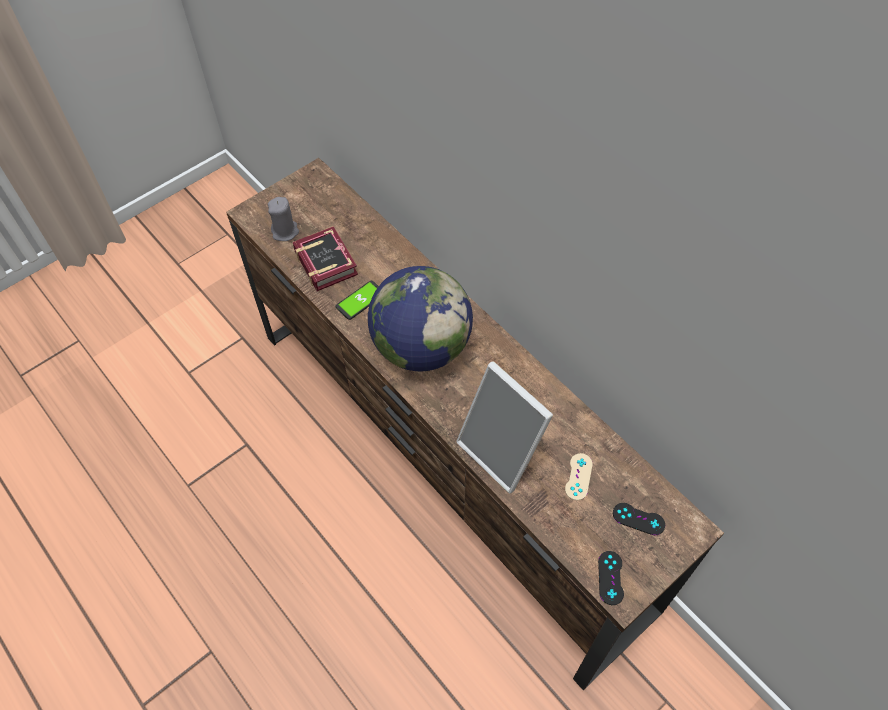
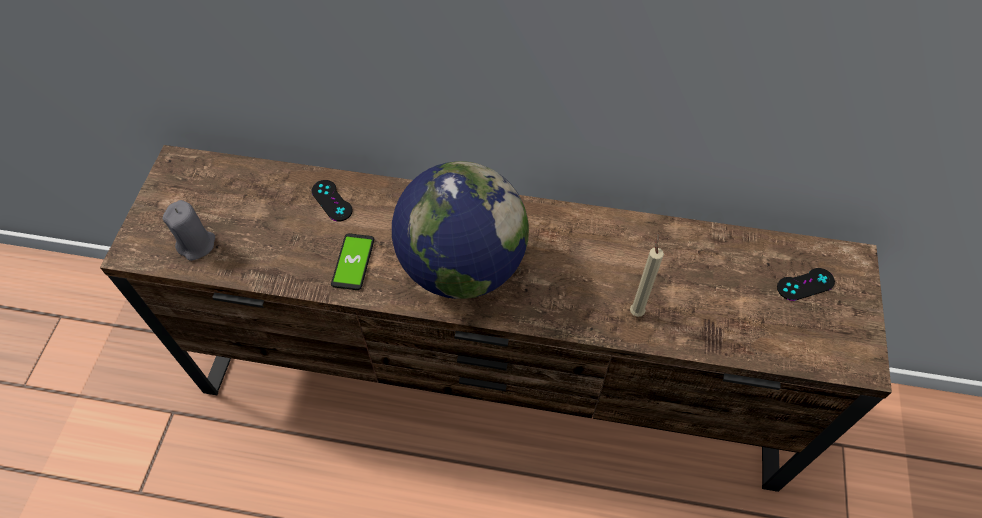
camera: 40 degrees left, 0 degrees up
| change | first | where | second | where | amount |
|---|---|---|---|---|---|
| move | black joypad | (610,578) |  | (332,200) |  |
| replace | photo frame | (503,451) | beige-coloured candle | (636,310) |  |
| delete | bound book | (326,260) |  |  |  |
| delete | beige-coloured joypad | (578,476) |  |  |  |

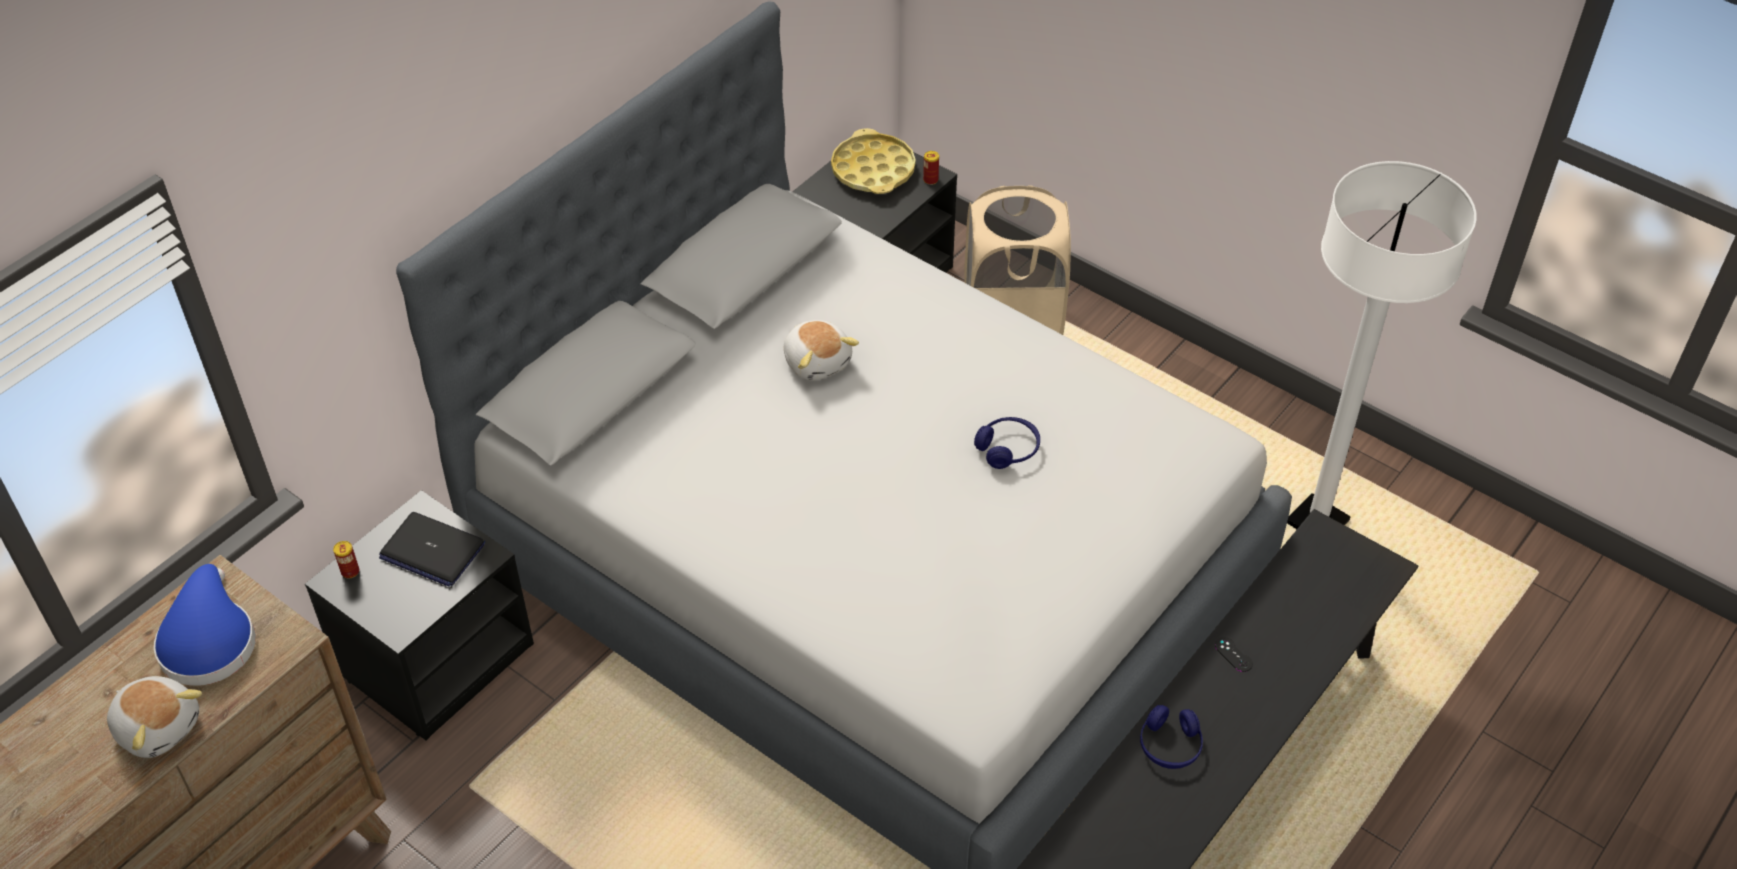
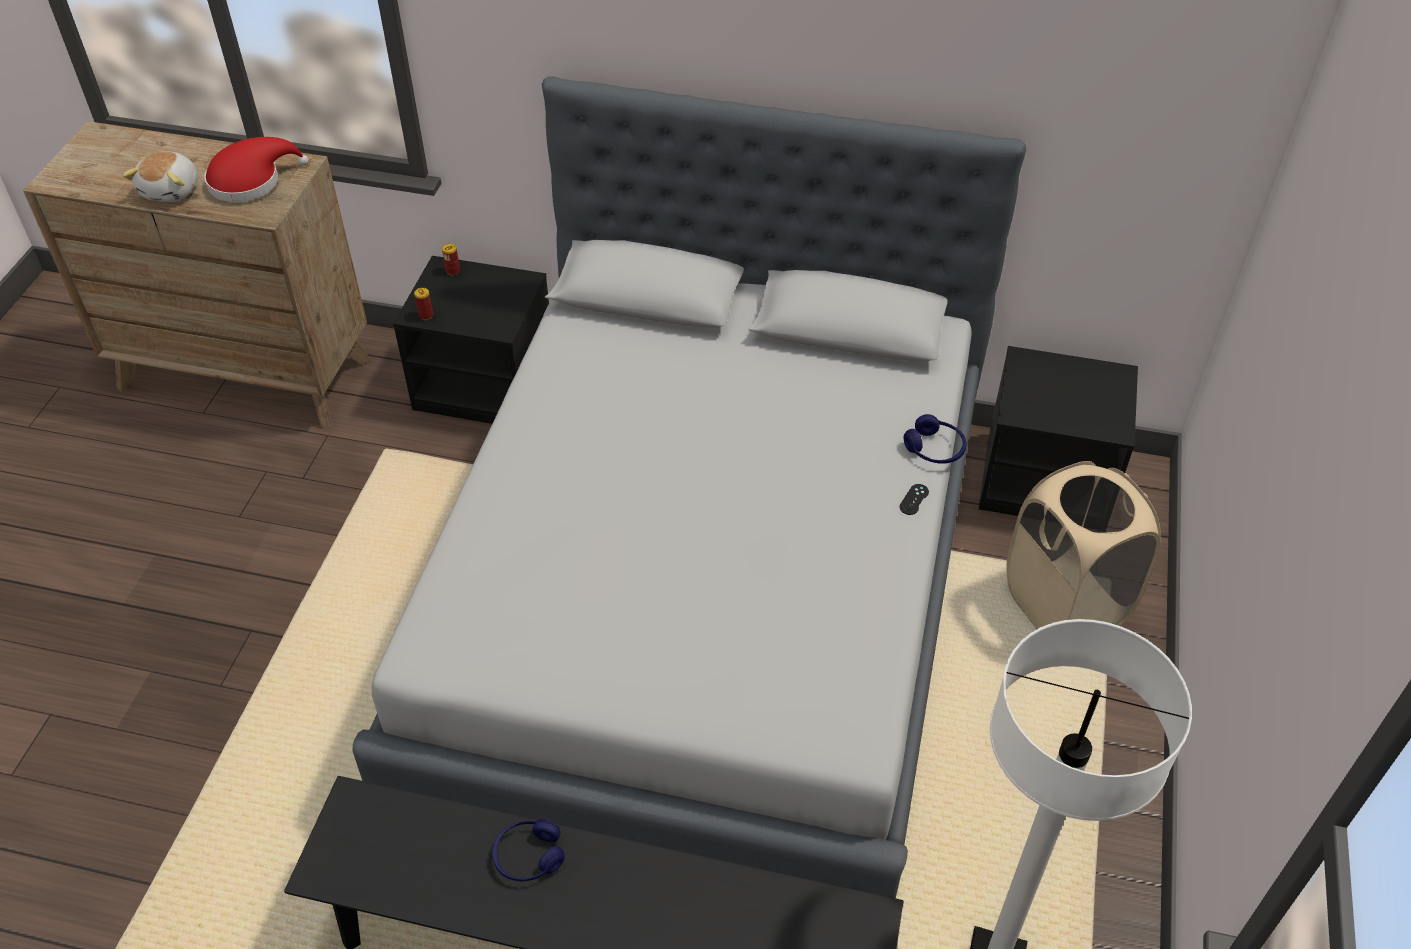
camera: 65 degrees right, 0 degrees up
| change | first | where | second | where | amount |
|---|---|---|---|---|---|
| recolor | bluish hat | (208,640) | red-coloured hat | (250,181) |  |
| move | metal can | (930,180) |  | (426,315) |  |
| move | black joypad | (1233,654) |  | (914,499) |  |
| move | bluish headphones | (1008,449) |  | (934,449) |  |
| delete | portable computer | (432,550) |  |  |  |
| delete | plush toy | (817,361) |  |  |  |
| delete | yellow-coloured carrying tray | (873,170) |  |  |  |

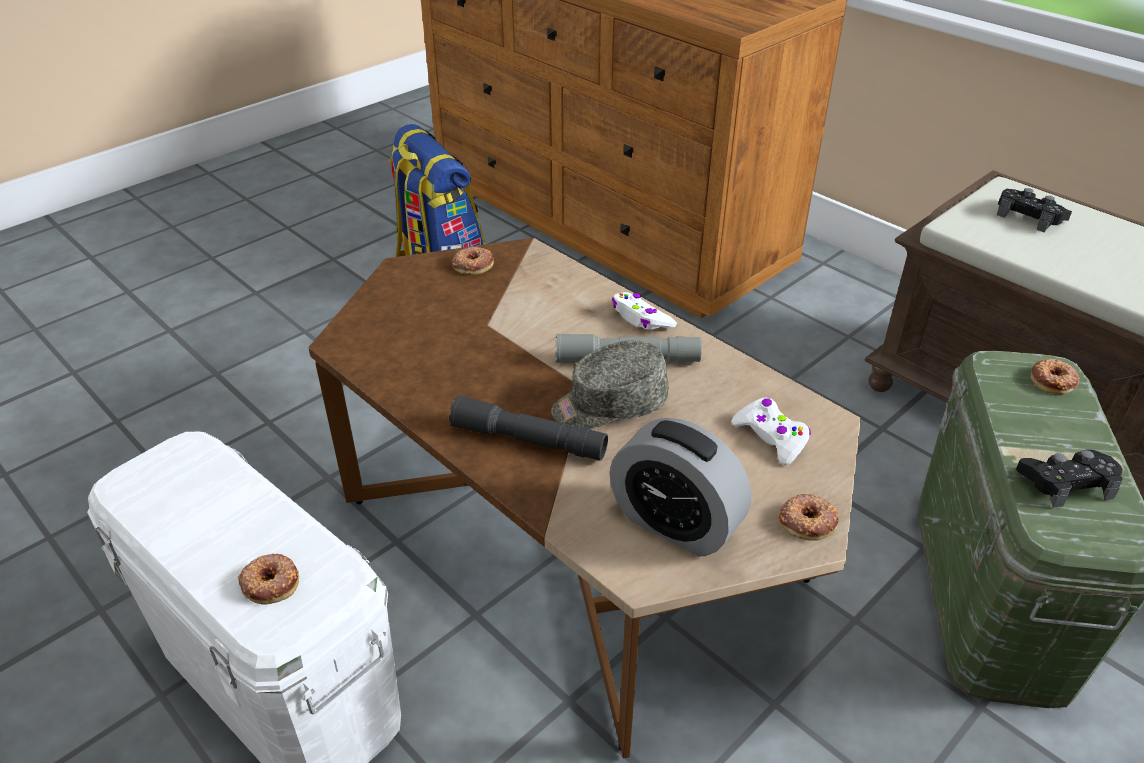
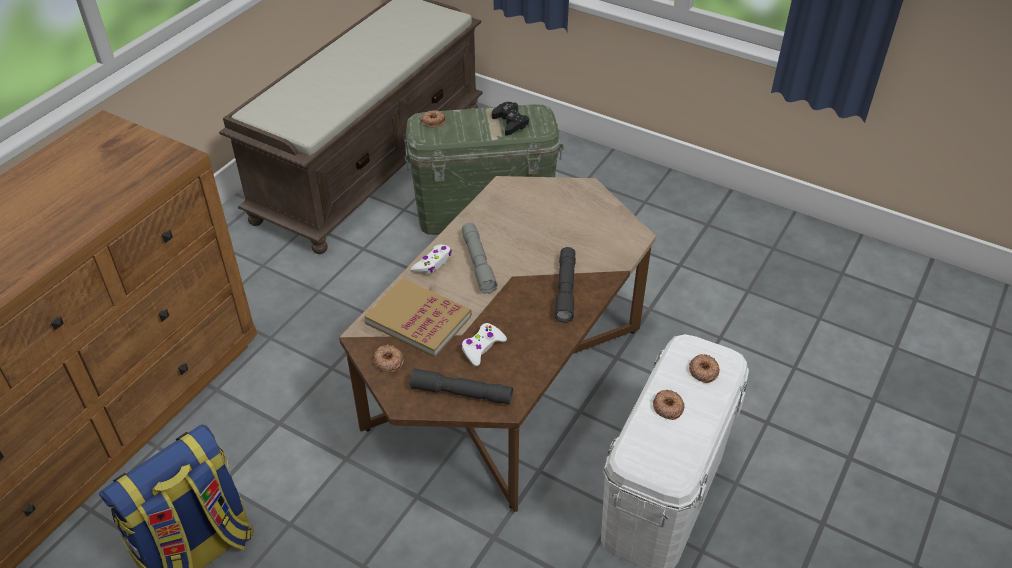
camera: 105 degrees left, 5 degrees up
| change | first | where | second | where | amount |
|---|---|---|---|---|---|
| insert |  |  | bound book | (418,320) |  |
| insert |  |  | greyish hand torch | (461,393) |  |
| move | white joypad | (771,437) |  | (482,348) |  |
| move | donut | (807,521) |  | (667,407) |  |
| delete | greyish peaked cap | (609,405) |  |  |  |
| delete | table clock | (675,523) |  |  |  |
| delete | black joypad | (1029,217) |  |  |  |

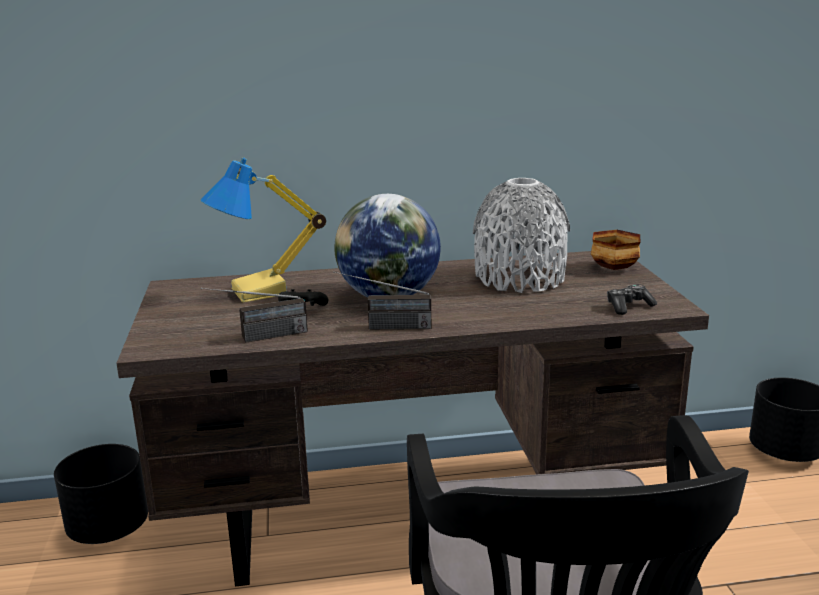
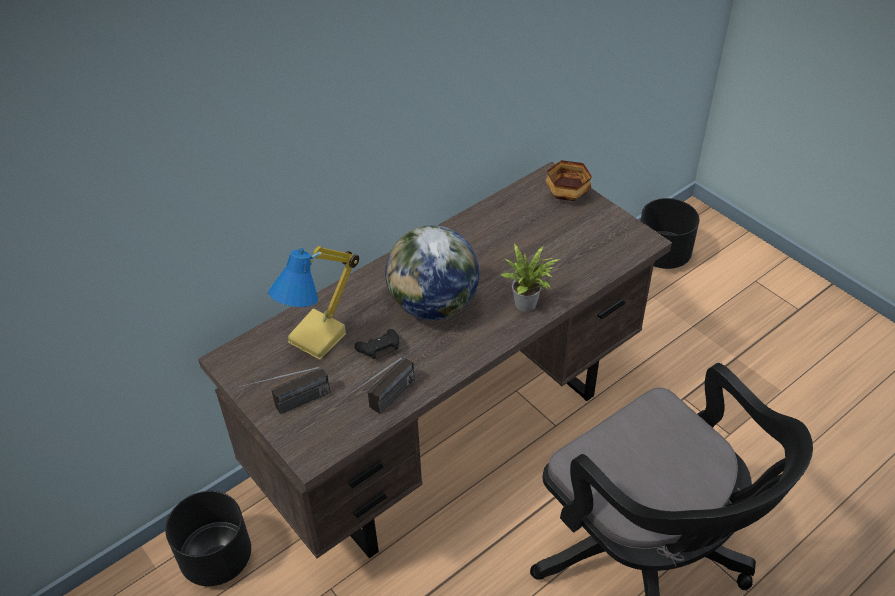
camera: 30 degrees left, 25 degrees up
| change | first | where | second | where | amount |
|---|---|---|---|---|---|
| move | radio receiver | (383,327) |  | (289,406) |  |
| insert |  |  | houseplant | (528,304) |  |
| delete | greyish vase | (519,278) |  |  |  |
| delete | joypad | (628,306) |  |  |  |

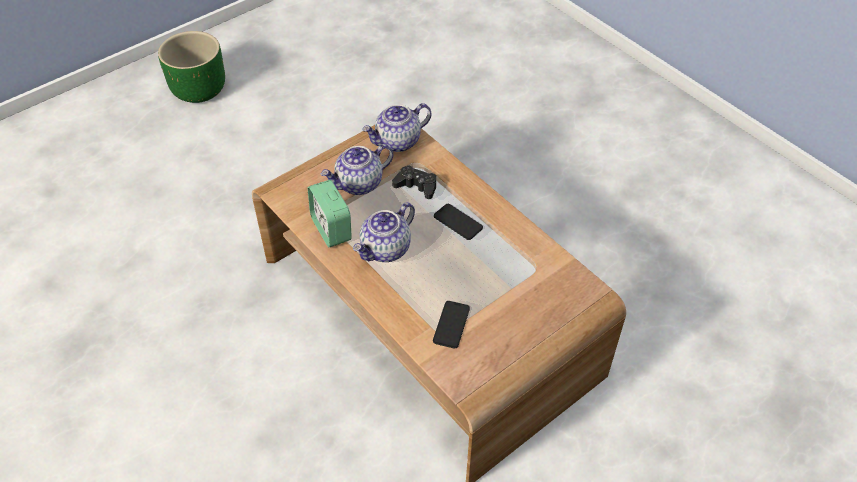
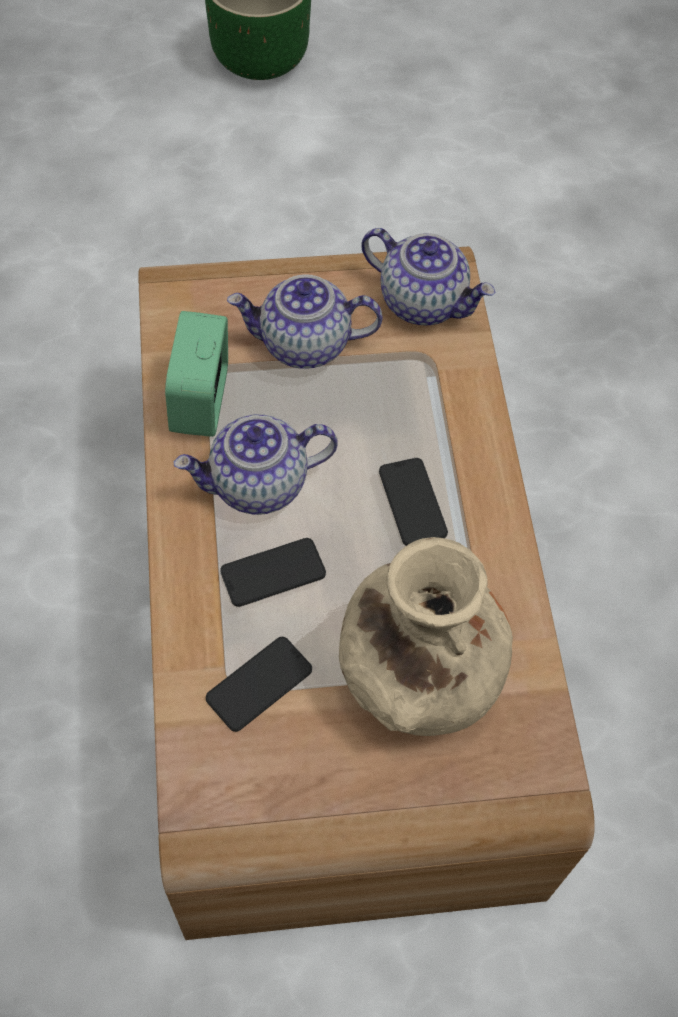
camera: 30 degrees right, 10 degrees up
| change | first | where | second | where | amount |
|---|---|---|---|---|---|
| insert |  |  | handset | (273,573) |  |
| insert |  |  | beige-coloured vase | (416,674) |  |
| rotate | tea pot | (398,142) |  | (423,301) | 150 degrees counterclockwise |
| delete | black joypad | (416,186) |  |  |  |

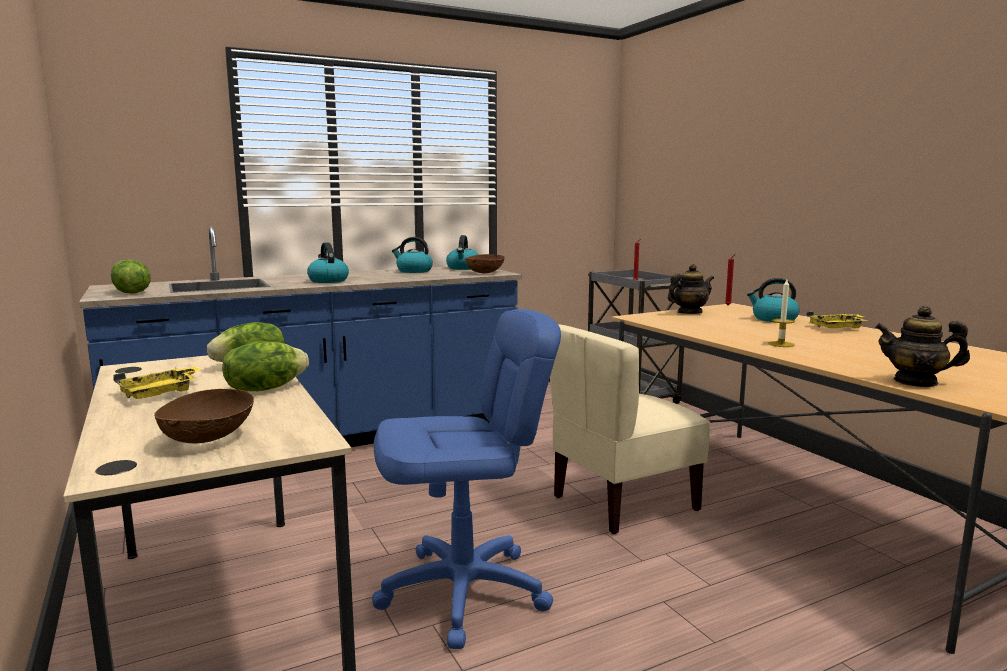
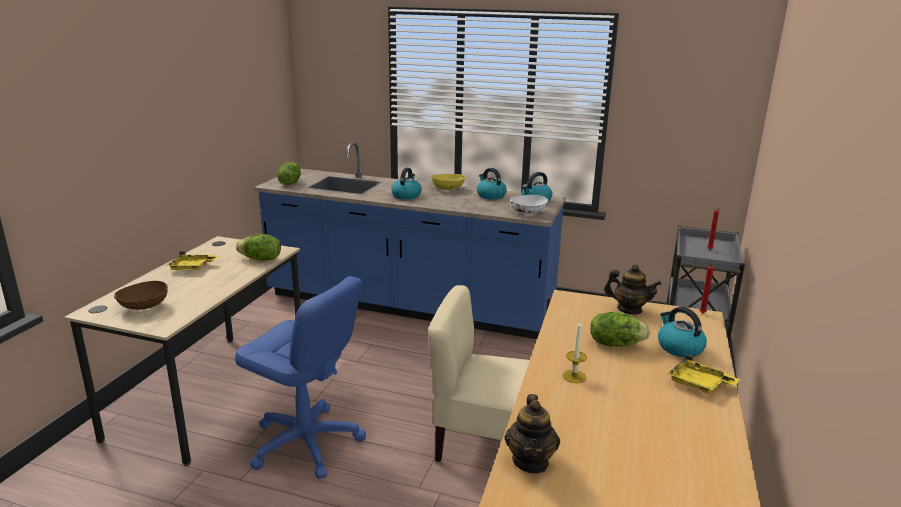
camera: 45 degrees right, 10 degrees up
| change | first | where | second | where | amount |
|---|---|---|---|---|---|
| insert |  |  | yellow-coloured bowl | (448,189) |  |
| rotate | tea pot | (916,382) |  | (531,461) | 150 degrees counterclockwise |
| recolor | brown-coloured bowl | (485,273) | white bowl | (528,213) |  |
| move | lettuce head | (265,388) |  | (615,344) |  |

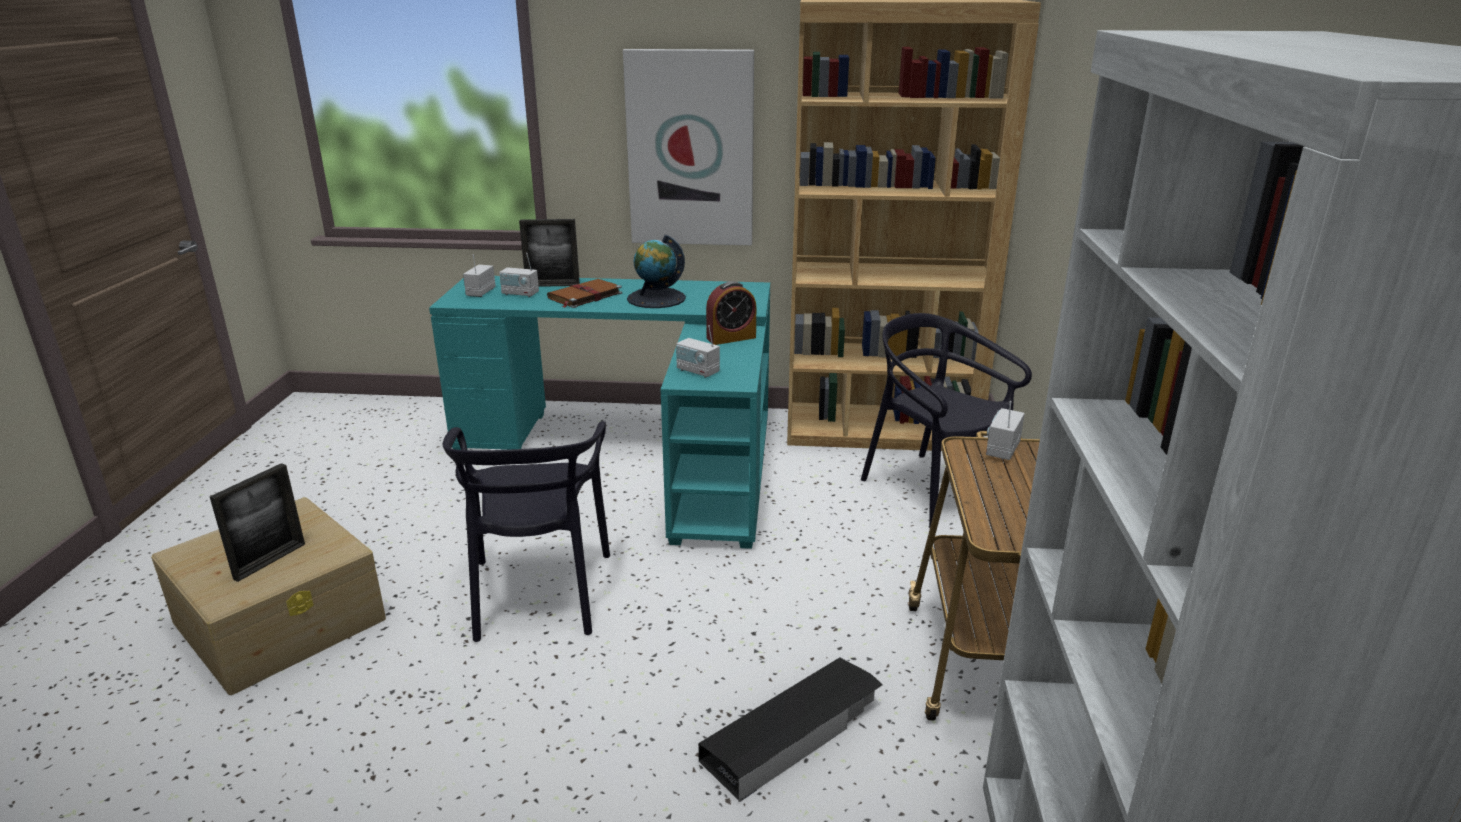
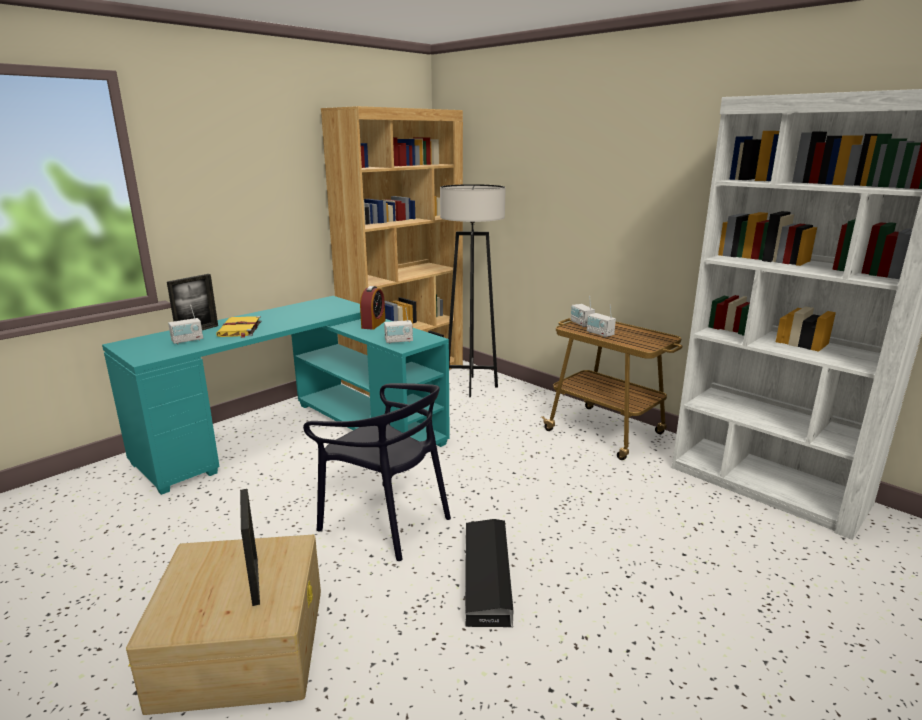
camera: 50 degrees left, 5 degrees down
| change | first | where | second | where | amount |
|---|---|---|---|---|---|
| recolor | brown-coloured bound book | (584,296) | yellow-coloured bound book | (239,329) |  |
| replace | black upright chair | (933,490) | greyish floor lamp | (471,386) |  |
| move | black storage bin | (794,733) |  | (487,576) |  |
| move | radio receiver | (480,292) |  | (600,334) |  |
| delete | picture | (690,149) |  |  |  |
| delete | globe | (656,298) |  |  |  |

